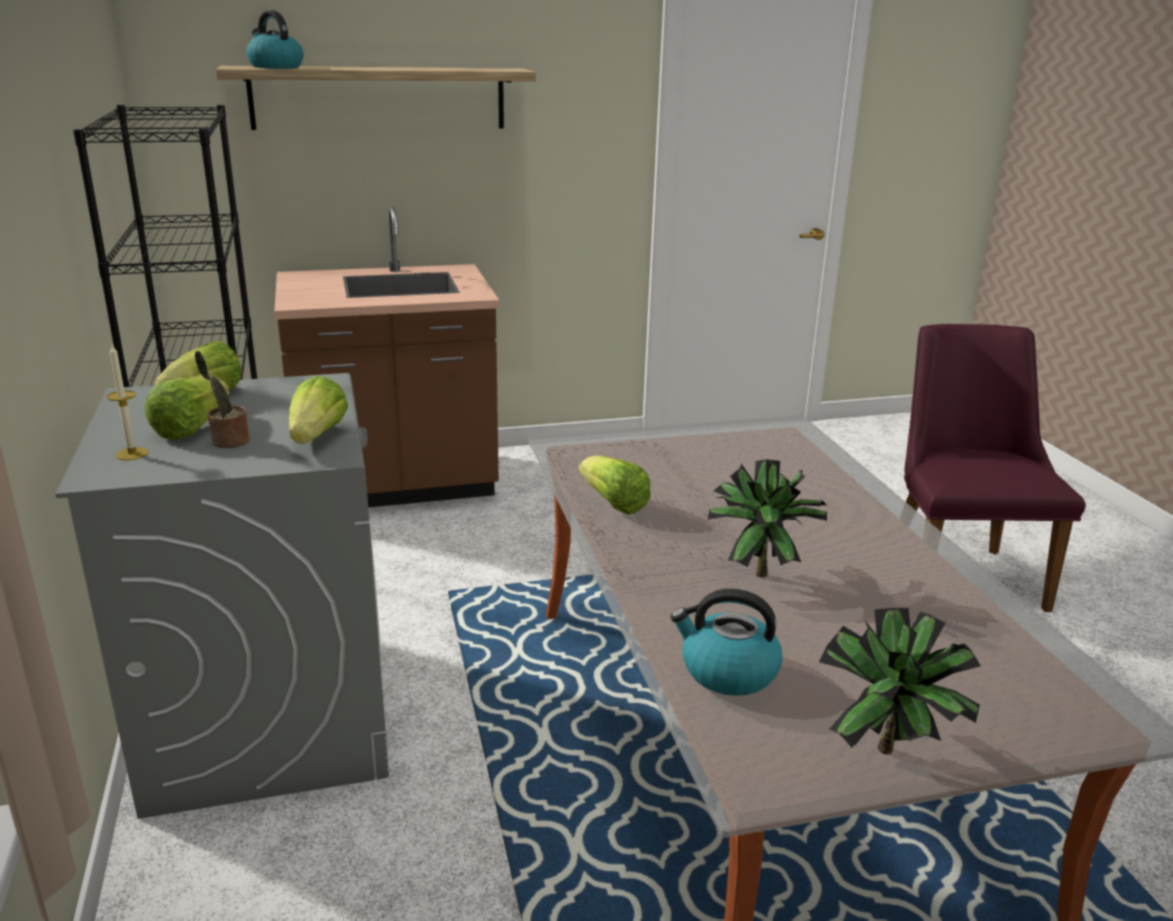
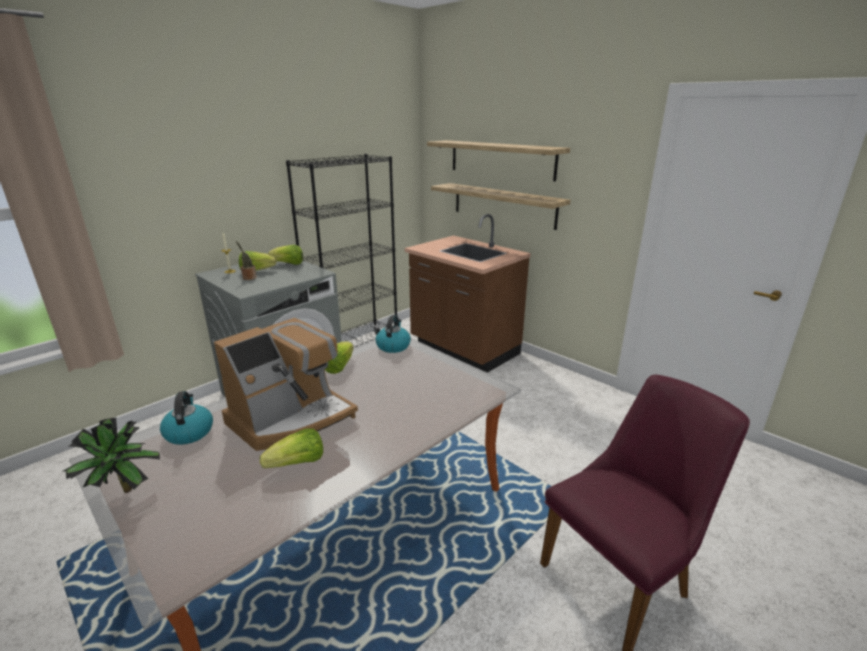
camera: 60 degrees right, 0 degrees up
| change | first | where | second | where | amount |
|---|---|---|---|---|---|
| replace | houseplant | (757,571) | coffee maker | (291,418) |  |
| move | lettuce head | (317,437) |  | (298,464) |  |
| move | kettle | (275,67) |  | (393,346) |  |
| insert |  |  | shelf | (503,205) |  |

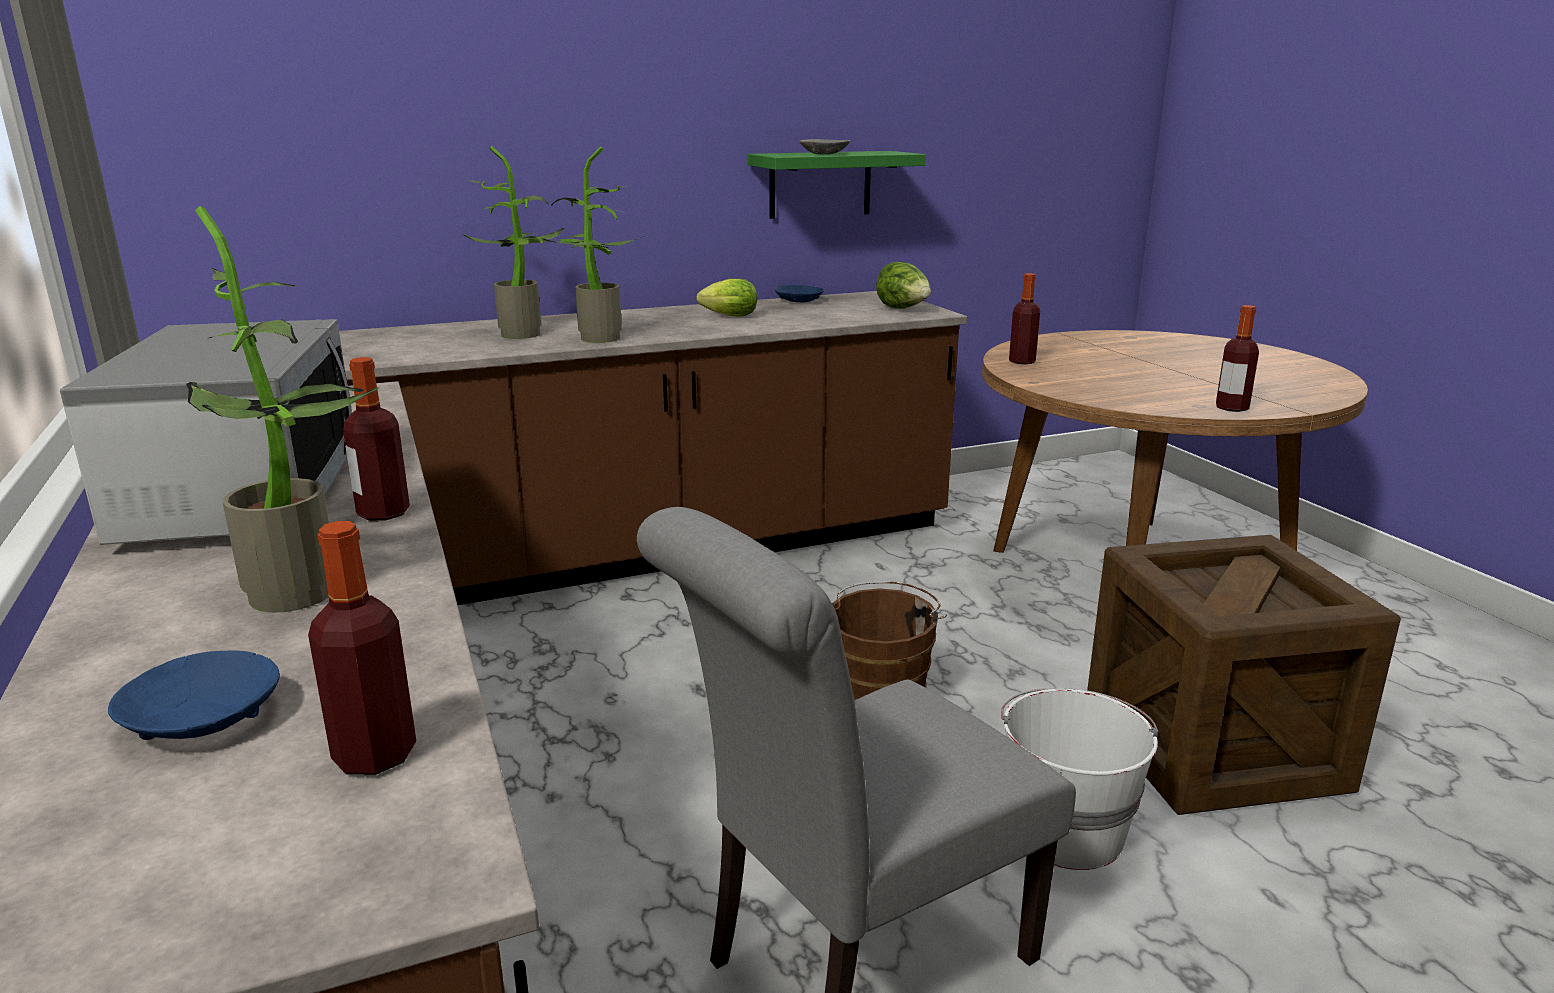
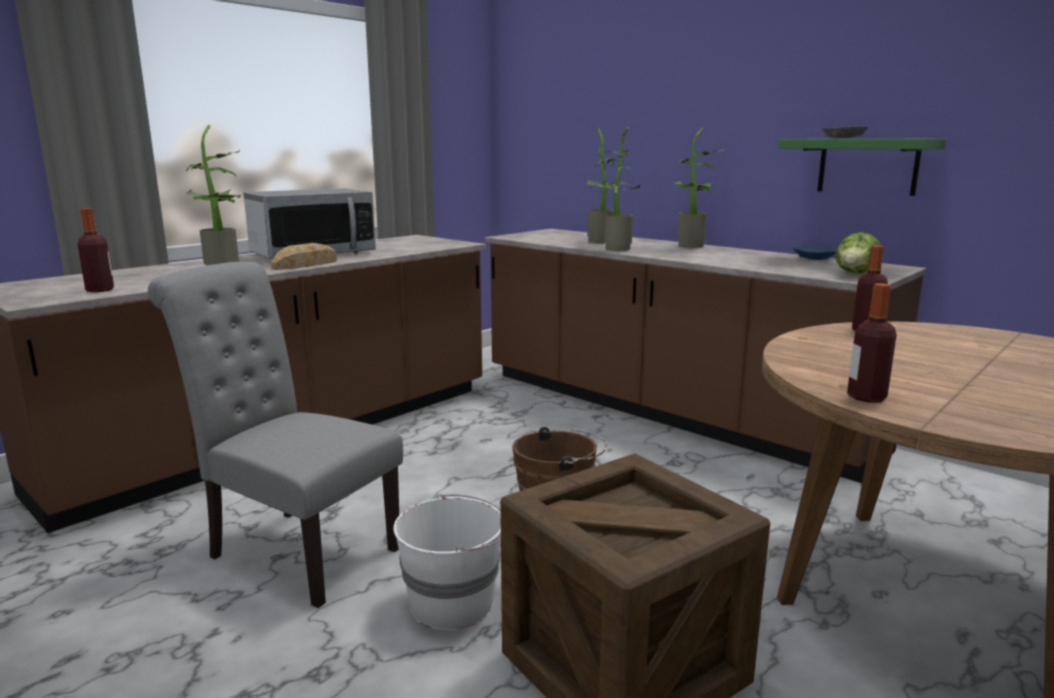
camera: 65 degrees right, 5 degrees down
| change | first | where | second | where | amount |
|---|---|---|---|---|---|
| replace | bottle | (383,513) | baked bread | (305,264) |  |
| insert |  |  | houseplant | (692,246) |  |
| delete | bluish bowl | (203,720) |  |  |  |
| delete | lettuce head | (726,316) |  |  |  |

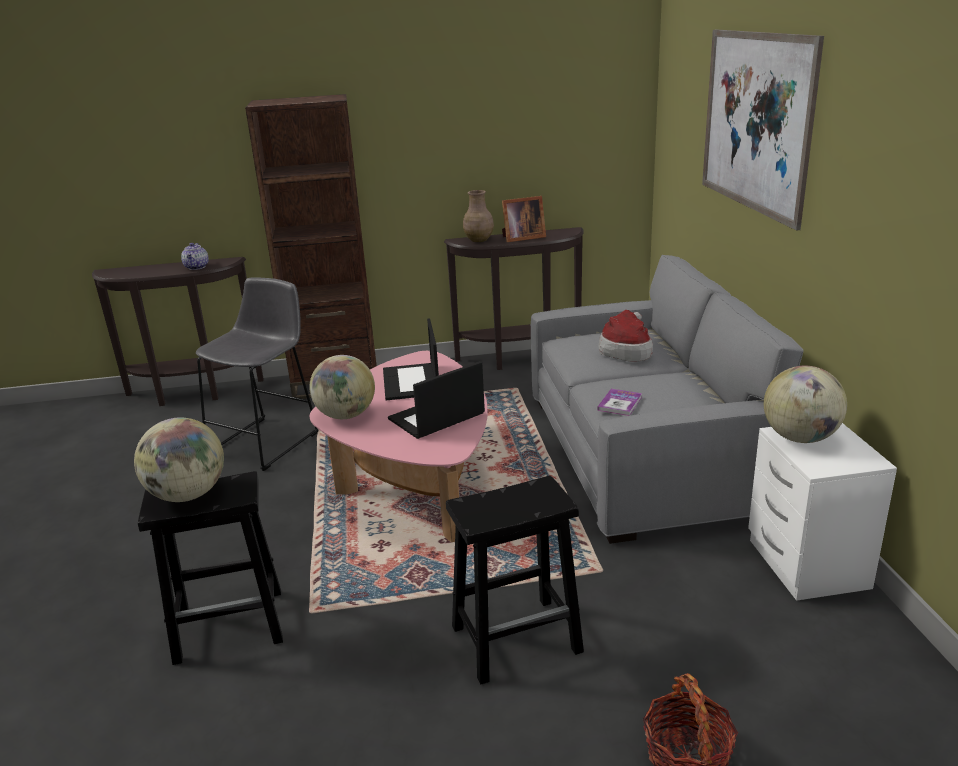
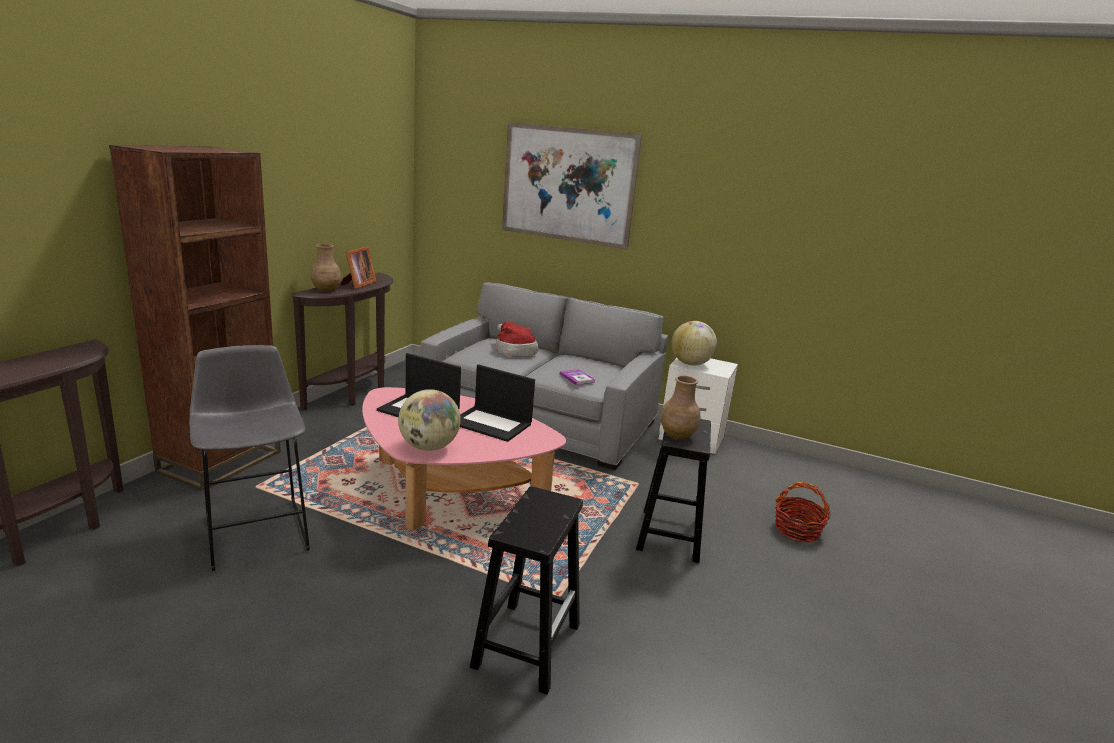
camera: 60 degrees left, 5 degrees down
| change | first | where | second | where | amount |
|---|---|---|---|---|---|
| rotate | portable computer | (436,417) |  | (492,424) | 60 degrees counterclockwise |
| insert |  |  | brown-coloured vase | (677,436) |  |
| delete | globe | (187,495) |  |  |  |
| delete | tea pot | (197,267) |  |  |  |

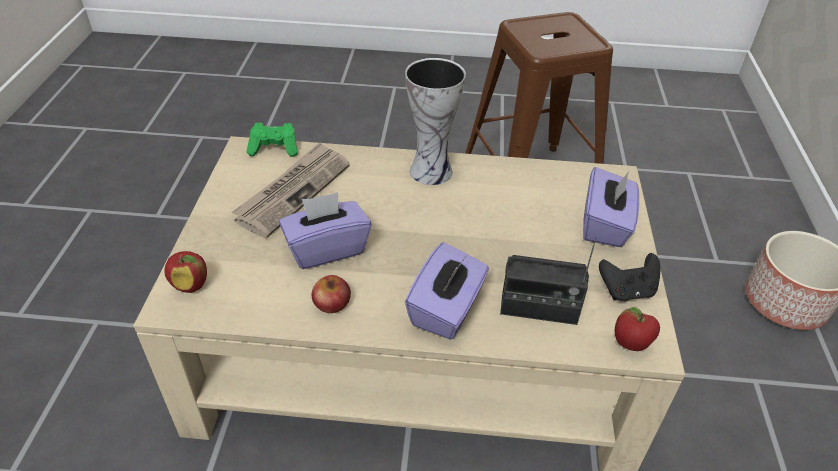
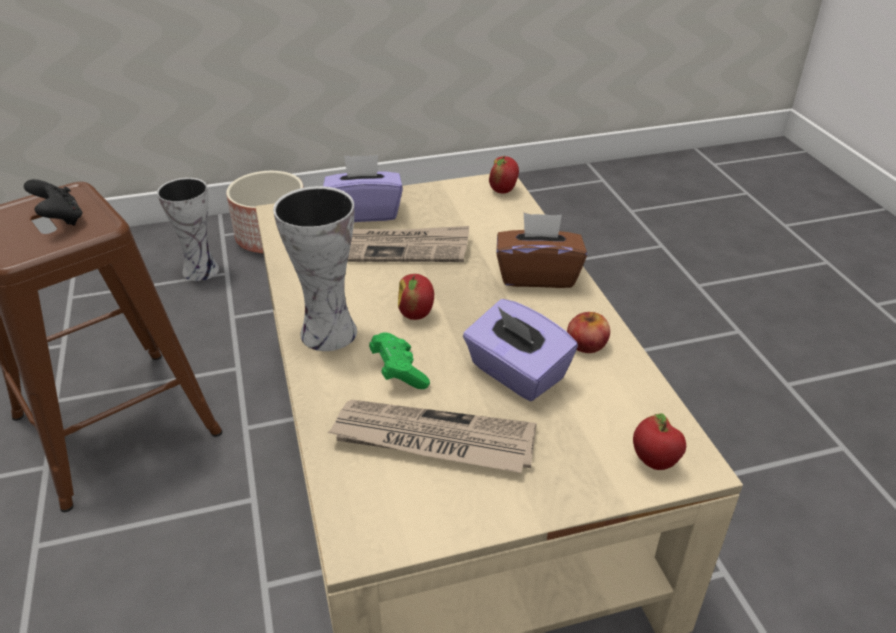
camera: 110 degrees left, 5 degrees down
| change | first | where | second | where | amount |
|---|---|---|---|---|---|
| move | black joypad | (627,291) |  | (60,220) |  |
| insert |  |  | vase | (201,269) |  |
| insert |  |  | printed paper | (394,248) |  |
| move | greenish joypad | (274,149) |  | (398,372) |  |
| insert |  |  | whole apple | (416,314) |  |
| recolor | purple tissue holder | (447,310) | brown-coloured tissue holder | (537,275) |  |
| delete | radio receiver | (538,309) |  |  |  |

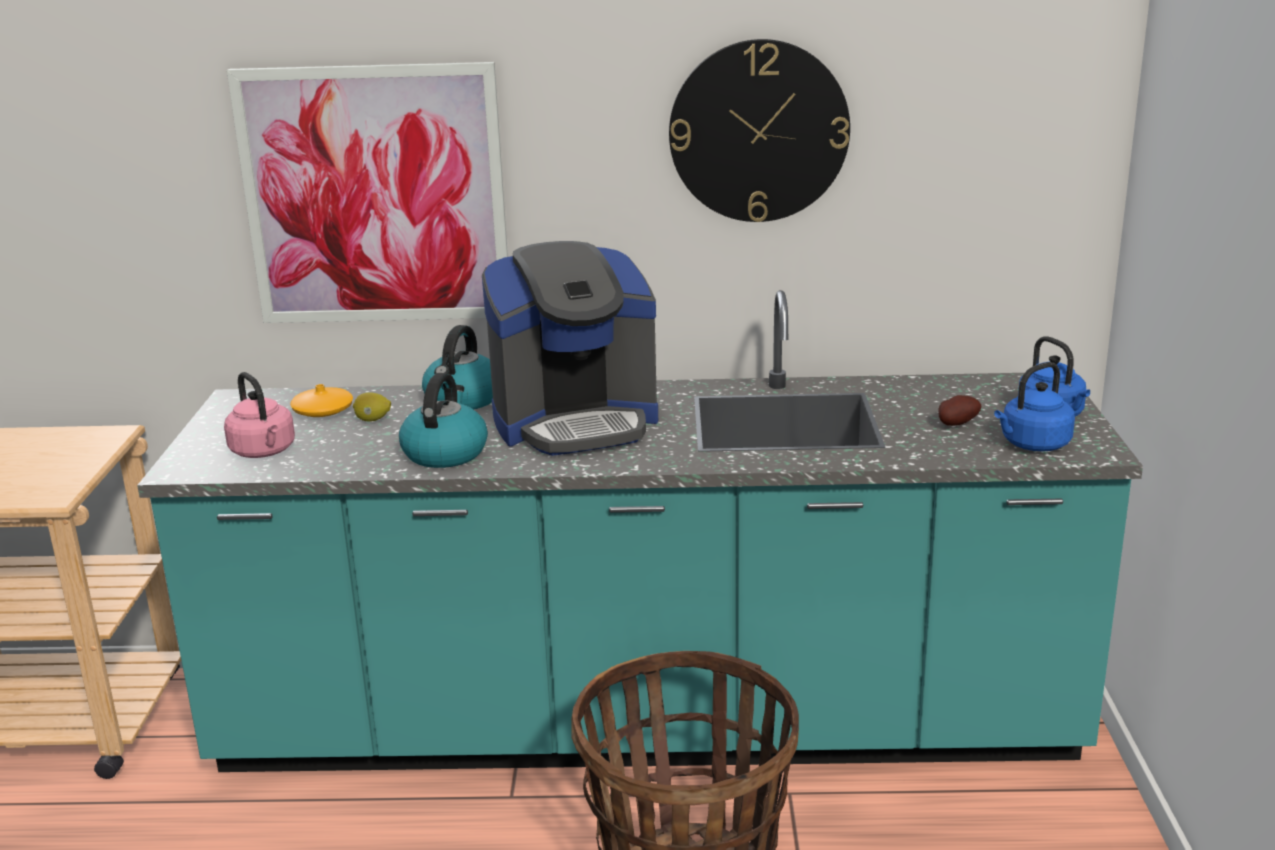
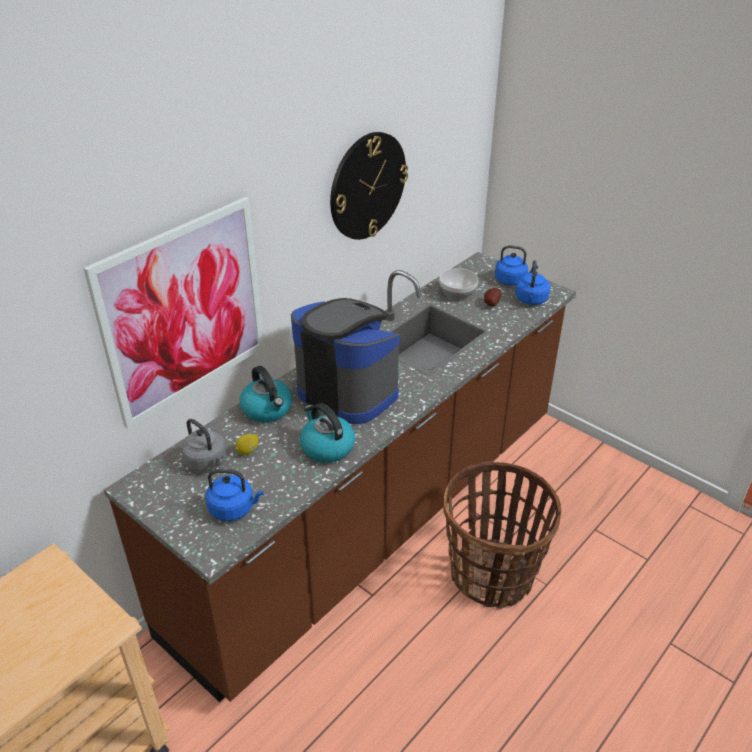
camera: 50 degrees left, 15 degrees up
| change | first | where | second | where | amount |
|---|---|---|---|---|---|
| recolor | turquoise kitchen base unit | (646,727) | brown-coloured kitchen base unit | (376,520) |  |
| replace | orangey vase | (323,411) | greyish kettle | (207,462) |  |
| recolor | pink kettle | (264,452) | bluish kettle | (234,508) |  |
| rotate | coffee maker | (575,422) |  | (348,391) | 75 degrees counterclockwise |
| insert |  |  | bowl | (457,293) |  |

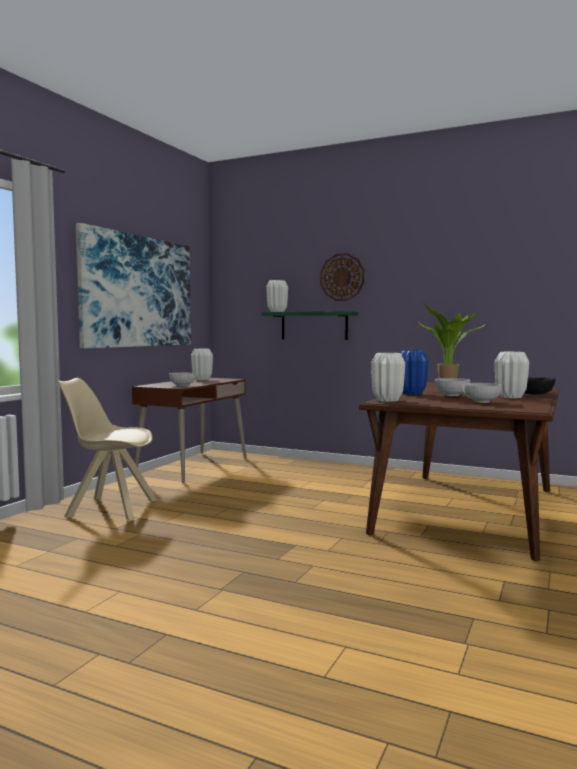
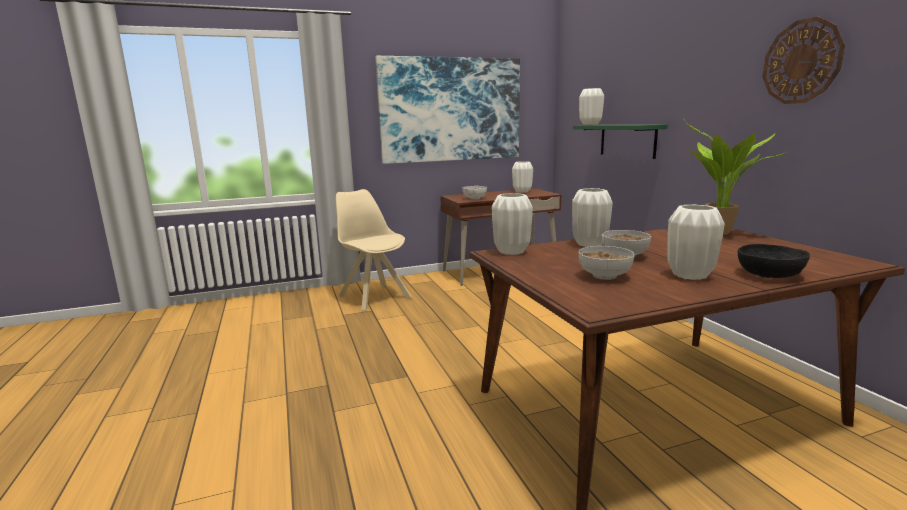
camera: 45 degrees right, 10 degrees up
| change | first | where | second | where | amount |
|---|---|---|---|---|---|
| recolor | bluish vase | (412,393) | white vase | (590,244) |  |
| move | clock on the wall | (342,277) |  | (801,62) |  |

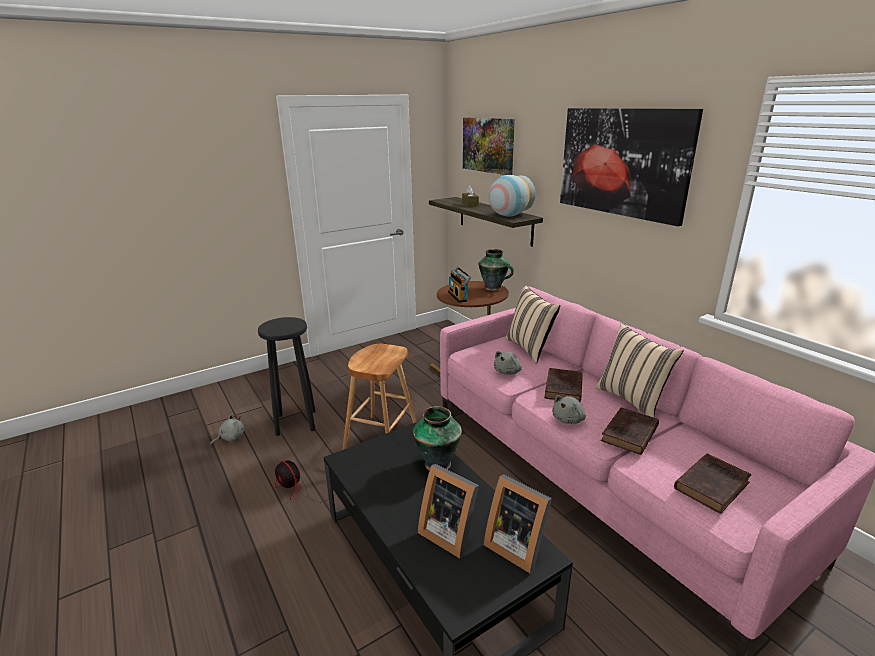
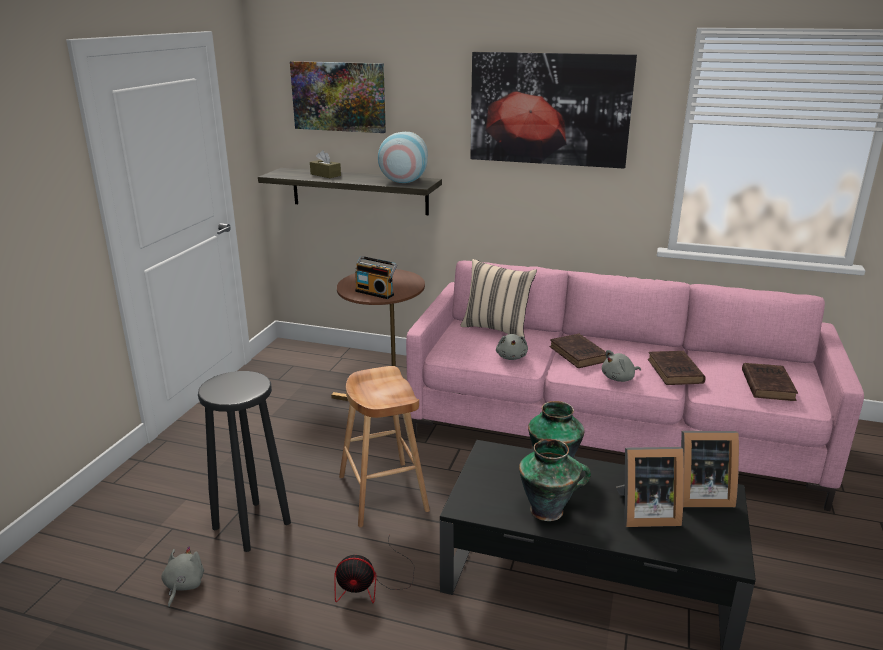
camera: 40 degrees left, 0 degrees up
| change | first | where | second | where | amount |
|---|---|---|---|---|---|
| move | vase | (494,288) |  | (548,510) |  |
| rotate | greyish plush toy | (569,419) |  | (619,378) | 60 degrees clockwise |
| delete | beige-coloured cushion | (632,399) |  |  |  |

